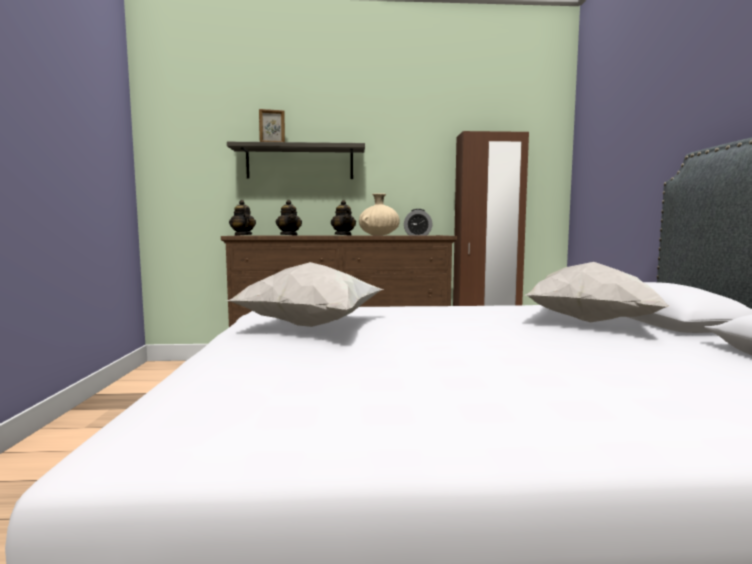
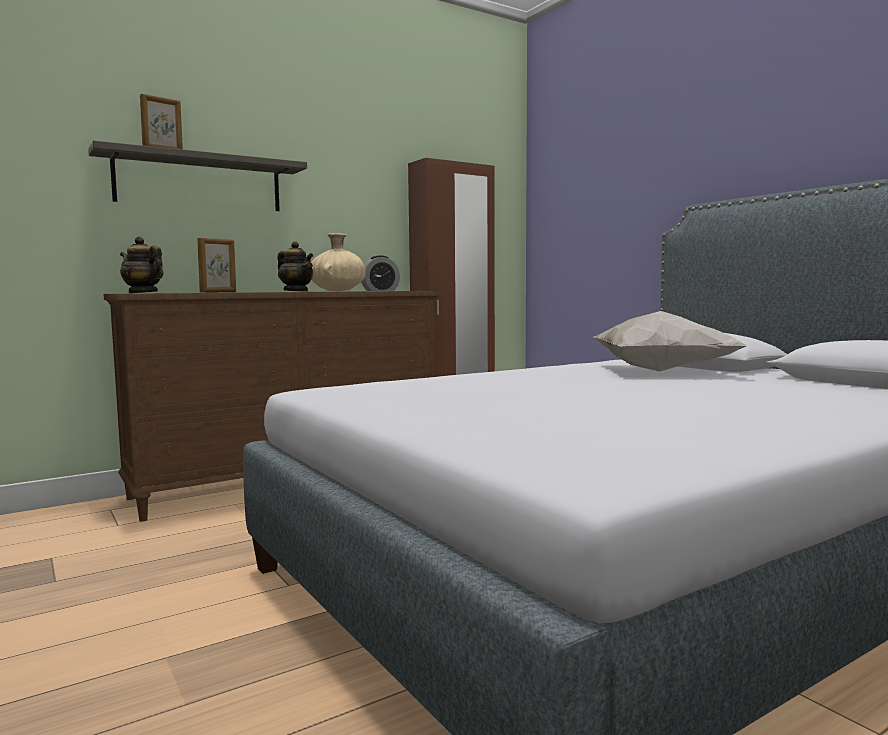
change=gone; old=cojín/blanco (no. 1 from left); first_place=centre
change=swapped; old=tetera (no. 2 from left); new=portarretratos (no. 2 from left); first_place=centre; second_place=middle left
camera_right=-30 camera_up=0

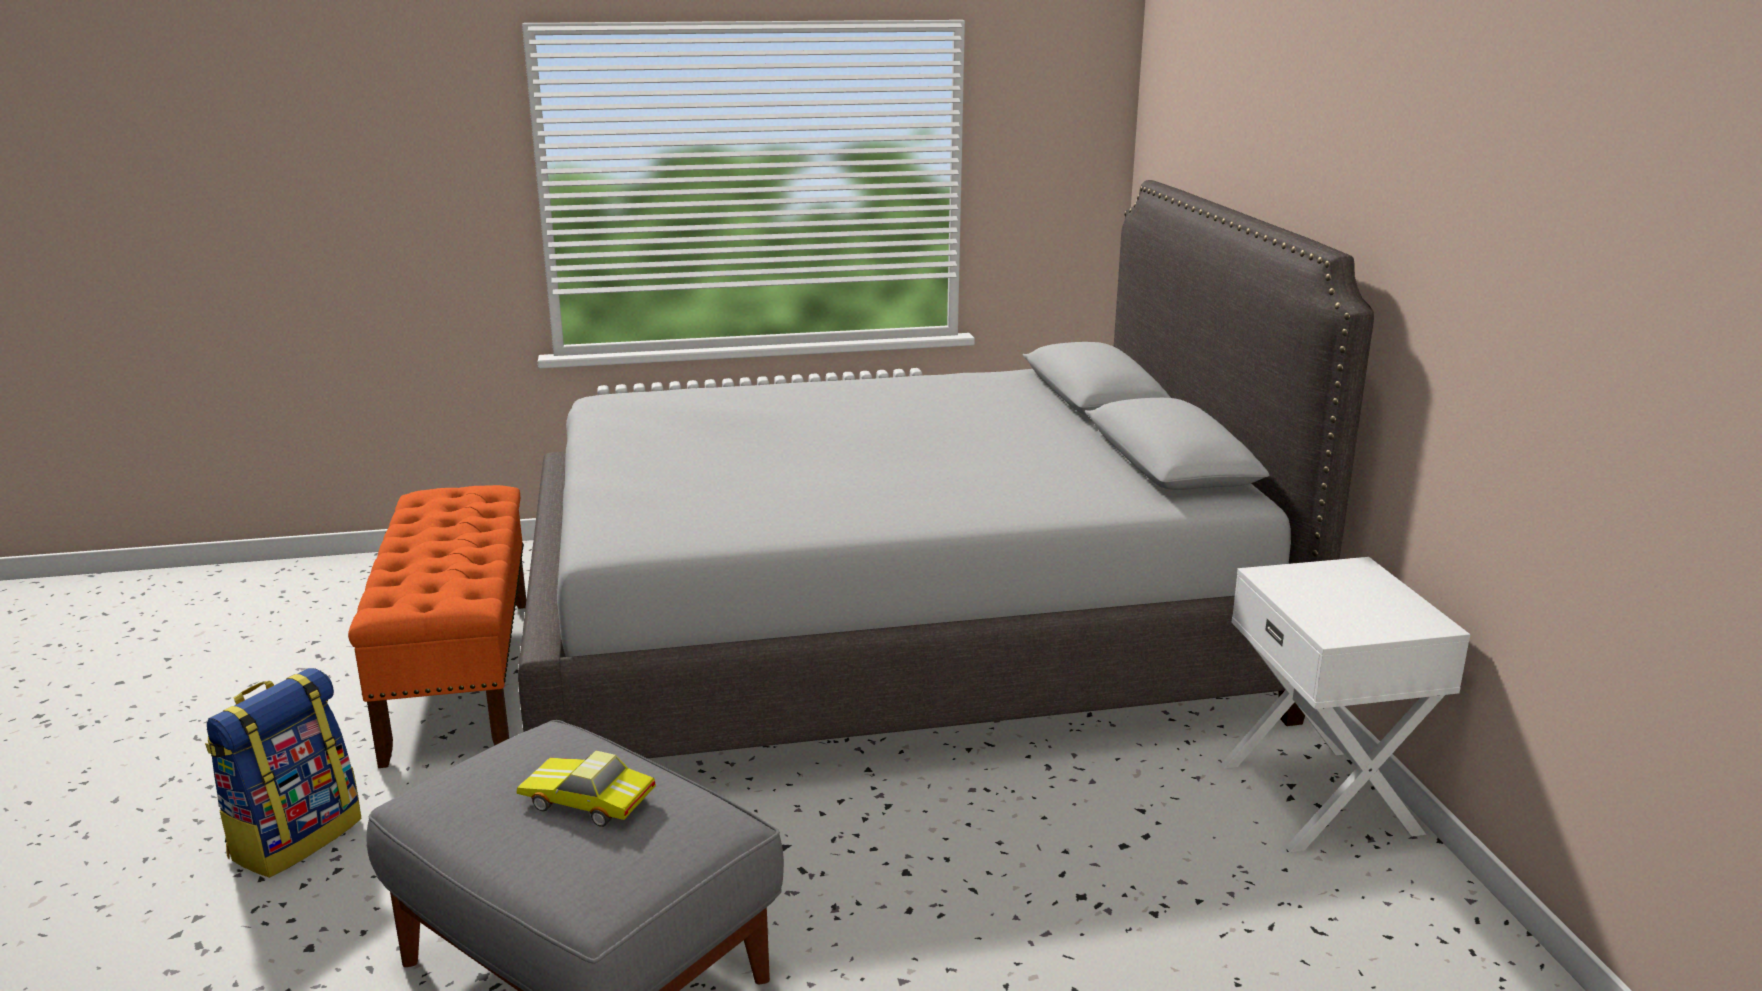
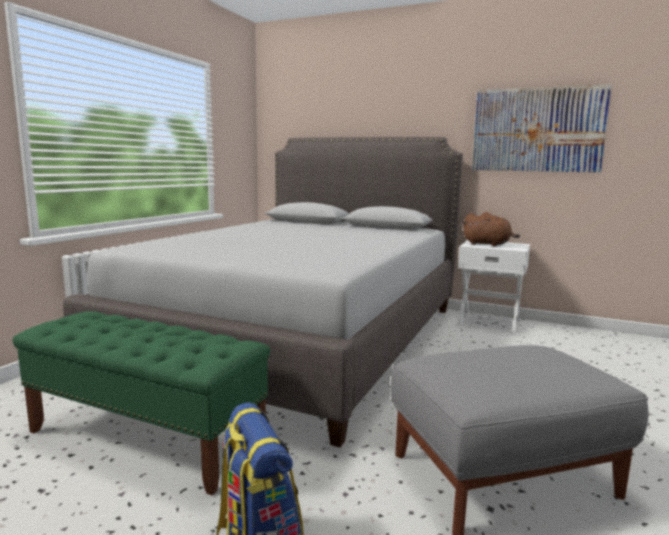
change=gone; old=coche de juguete; first_place=bottom left
change=new; new=peluche/marrón; second_place=middle right
change=new; new=cuadro; second_place=top right
change=repainted; old=banco/naranja; new=banco/verde; first_place=middle left; second_place=bottom left
camera_right=-55 camera_up=-10

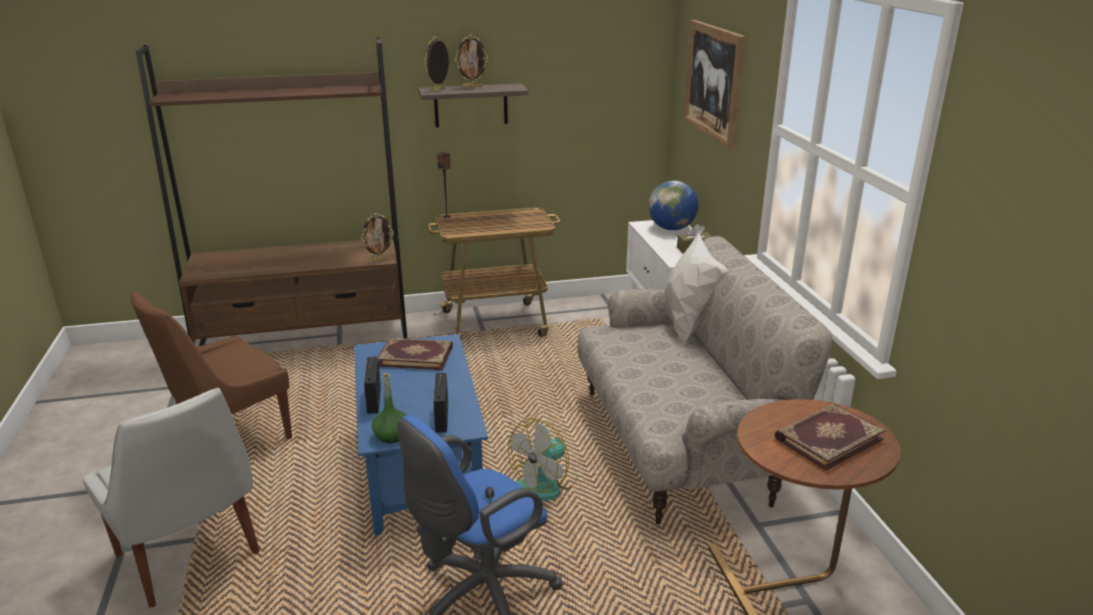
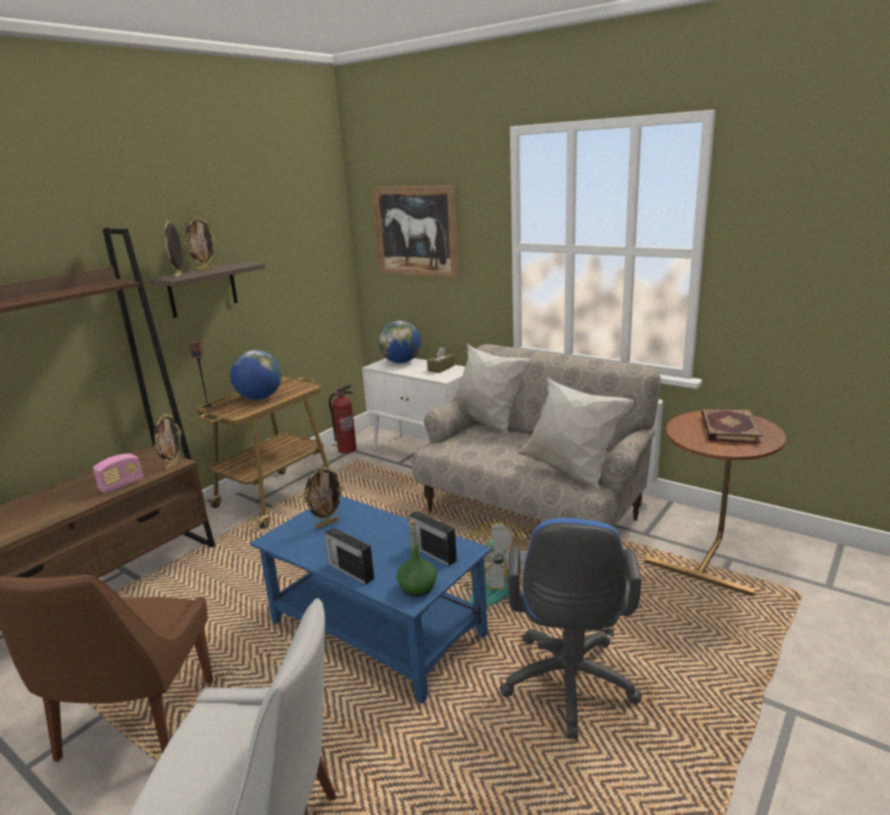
change=new; new=radio (no. 1 from left); second_place=middle left
change=new; new=globo terráqueo (no. 1 from left); second_place=middle left
change=new; new=extintor; second_place=centre
change=new; new=cojín/blanco (no. 2 from left); second_place=centre
change=swapped; old=libro (no. 1 from left); new=portarretratos (no. 4 from left); first_place=centre; second_place=centre
camera_right=-40 camera_up=-5

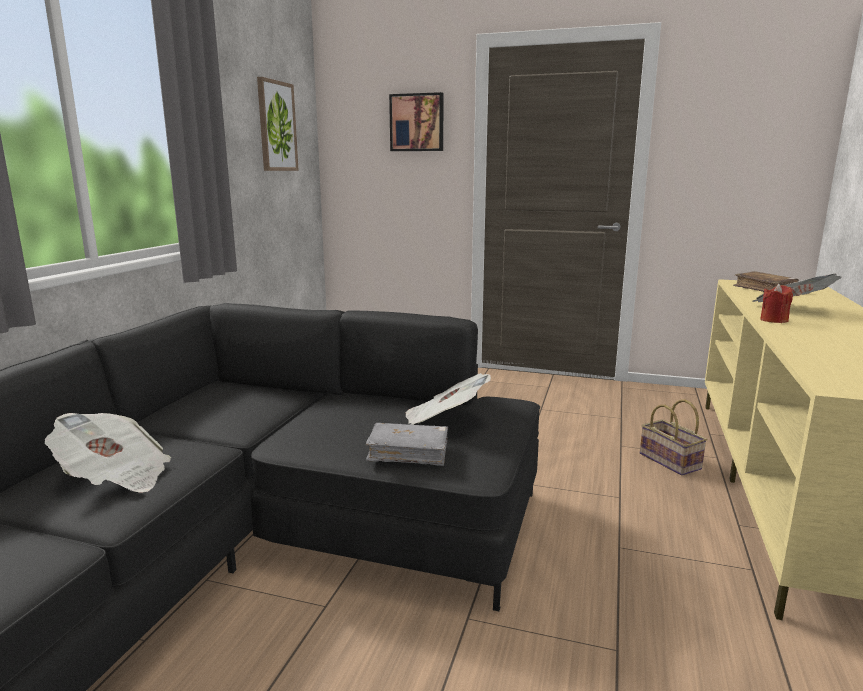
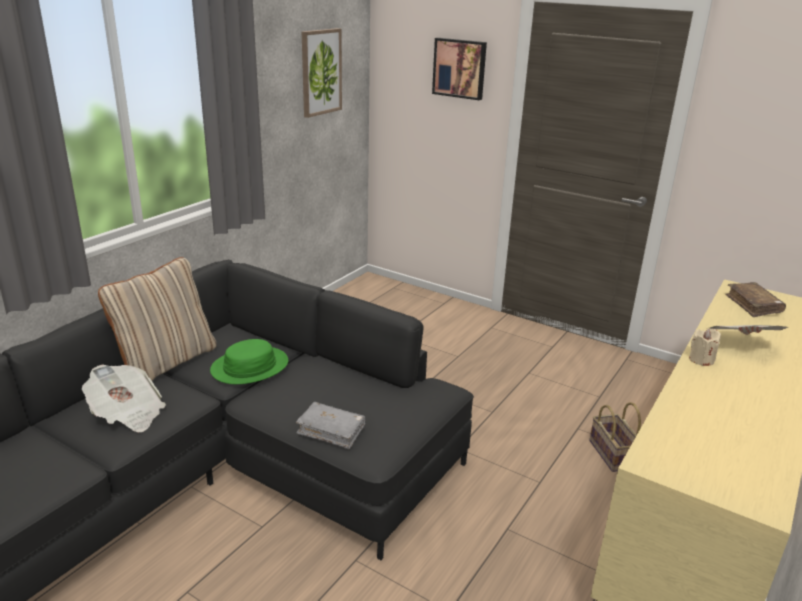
change=gone; old=periódico (no. 2 from left); first_place=centre
change=new; new=cojín/beis; second_place=middle left
change=new; new=sombrero/verde; second_place=middle left
change=repainted; old=vela/rojo; new=vela/beis; first_place=middle right; second_place=middle right
camera_right=15 camera_up=10

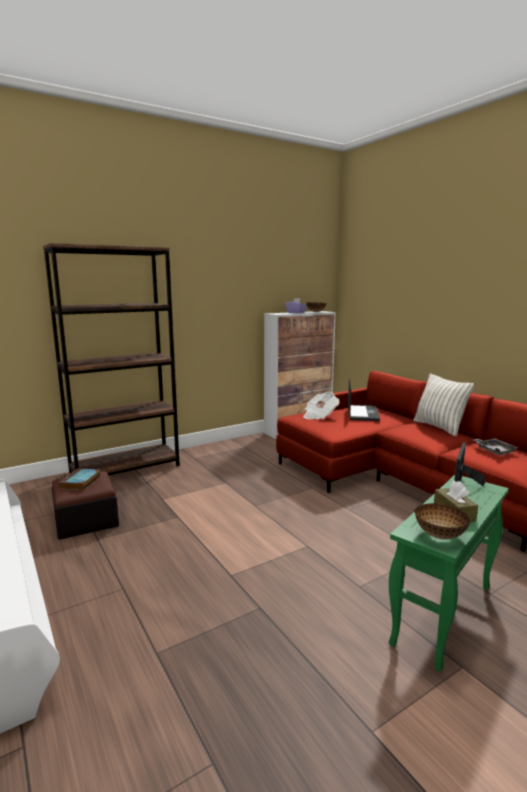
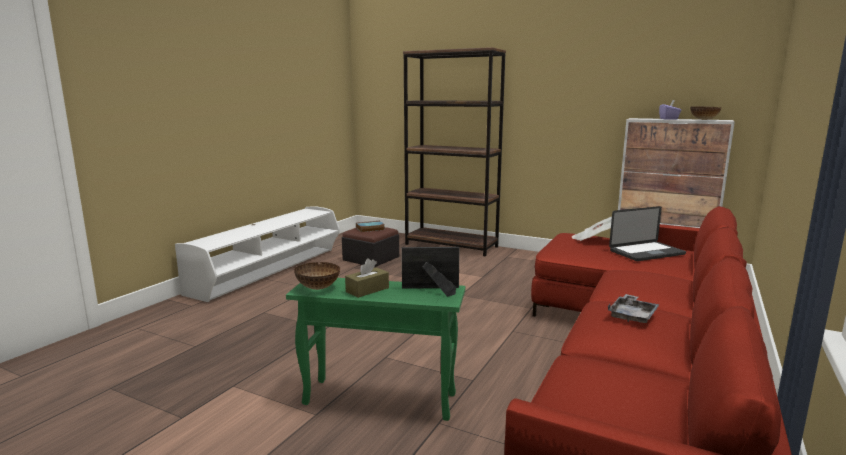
change=gone; old=cojín; first_place=middle right
camera_right=60 camera_up=0

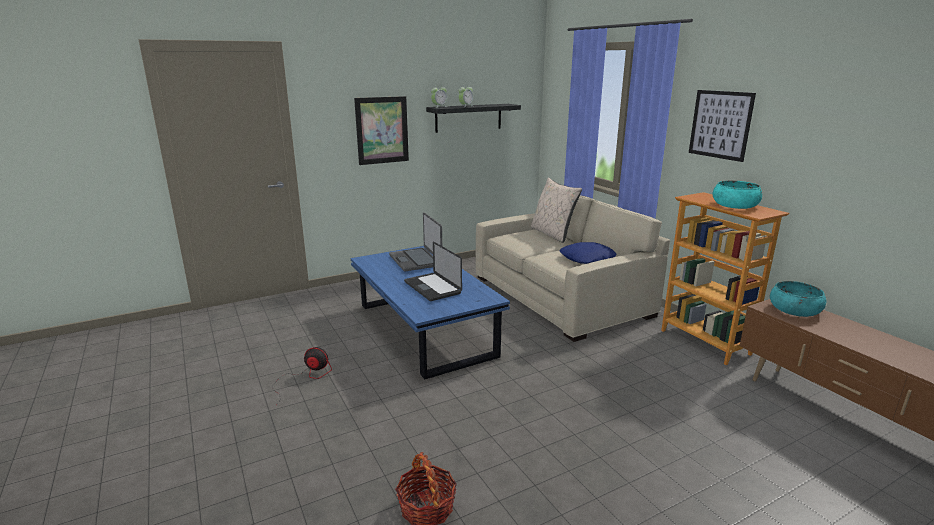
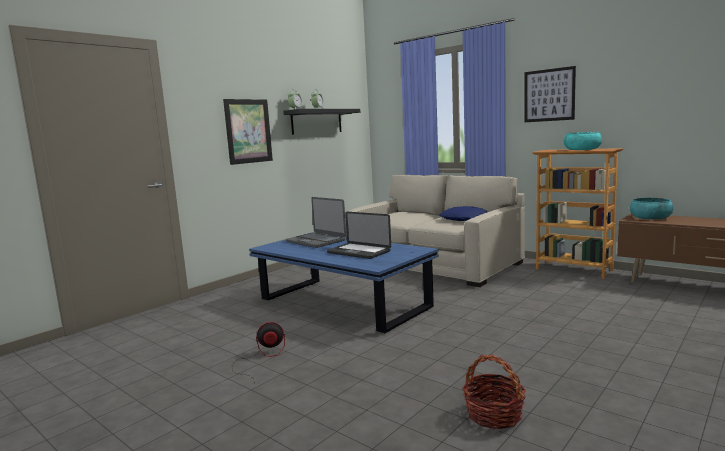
change=gone; old=cojín/beis; first_place=centre
camera_right=-20 camera_up=-10

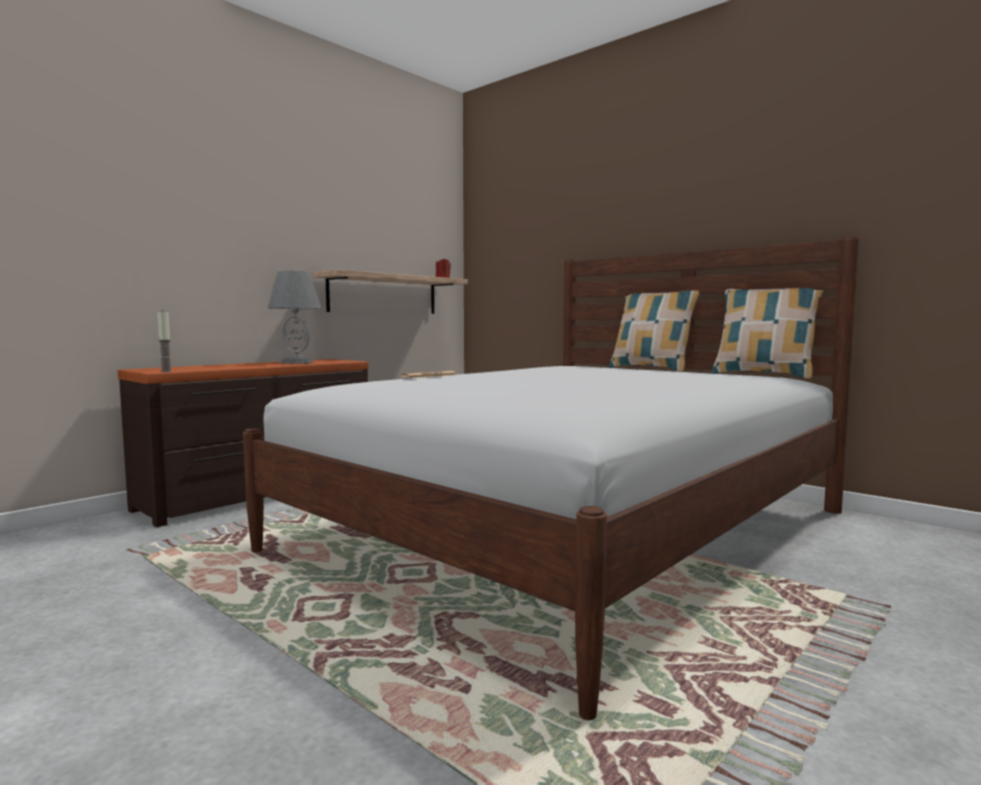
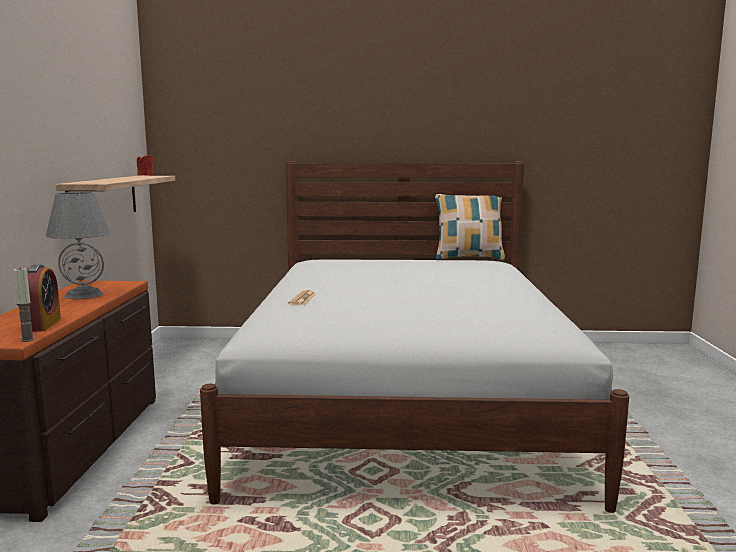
change=gone; old=cojín (no. 1 from left); first_place=middle right
change=new; new=despertador; second_place=middle left
camera_right=-40 camera_up=5

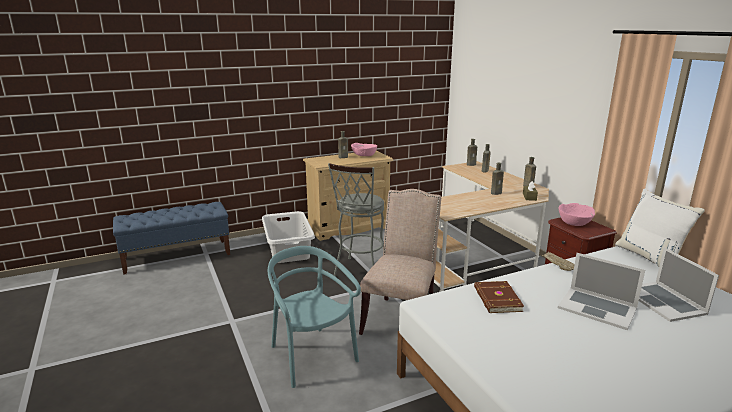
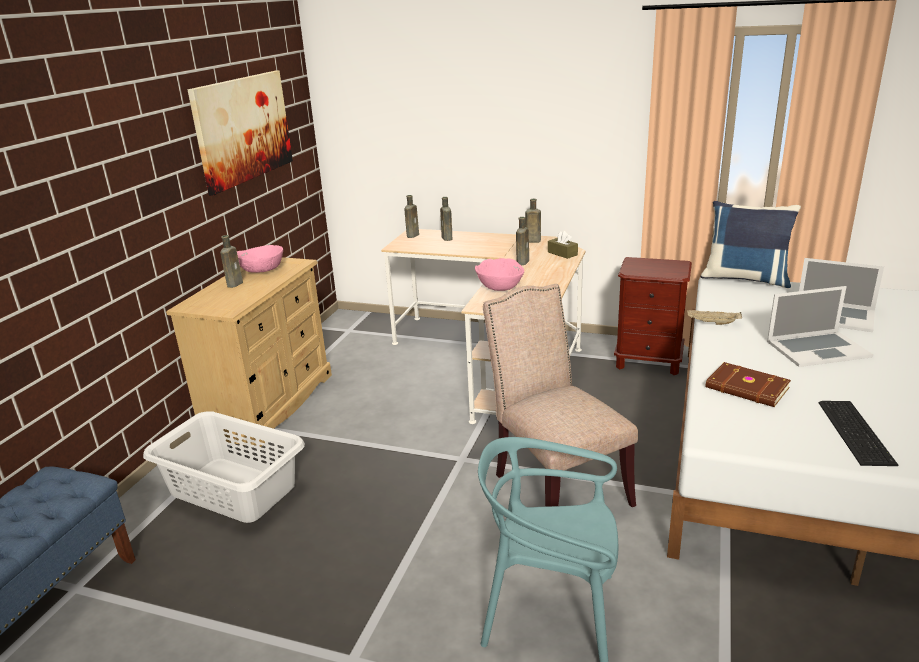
change=gone; old=taburete/gris; first_place=centre
change=new; new=cuadro; second_place=top left
change=new; new=teclado; second_place=middle right
change=shifted; old=cuenco/rosa (no. 2 from left); first_place=middle right; second_place=centre
change=repainted; old=cojín/blanco; new=cojín/azul; first_place=middle right; second_place=middle right
camera_right=-45 camera_up=5

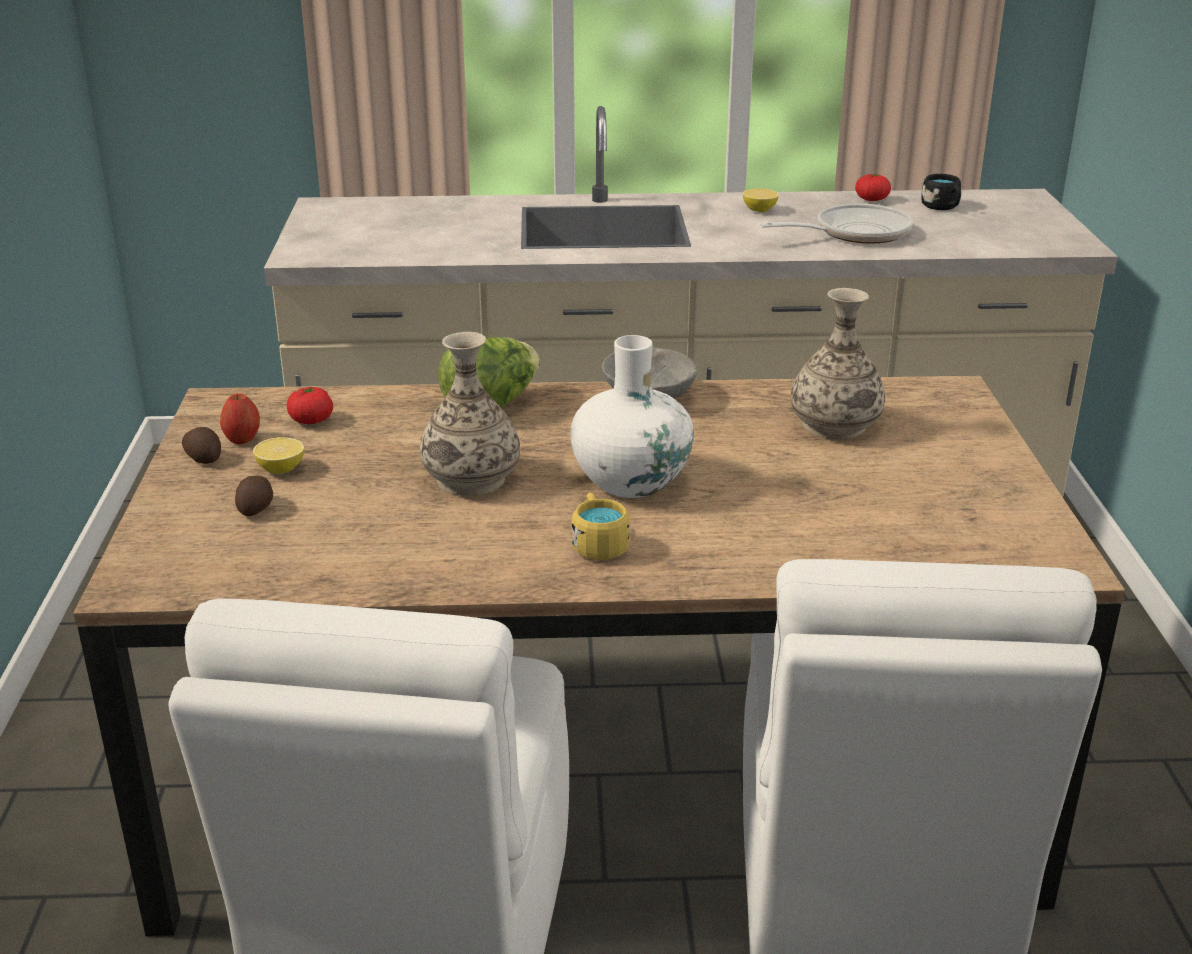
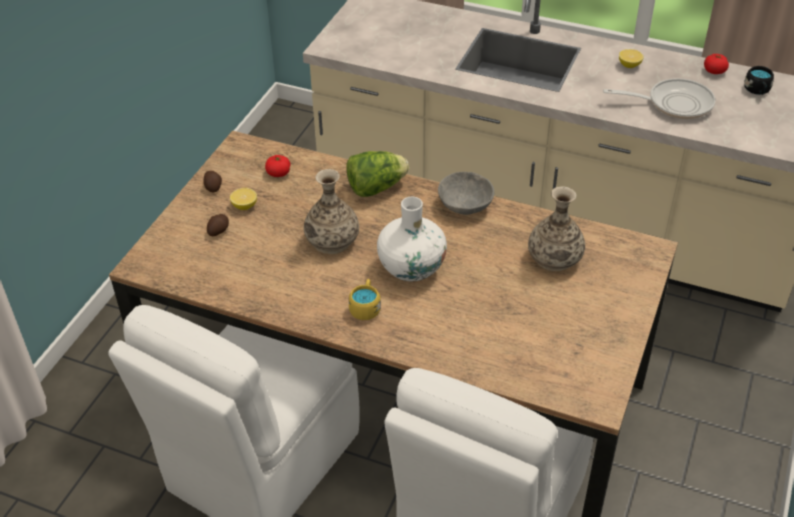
change=gone; old=manzana; first_place=middle left
camera_right=25 camera_up=15

